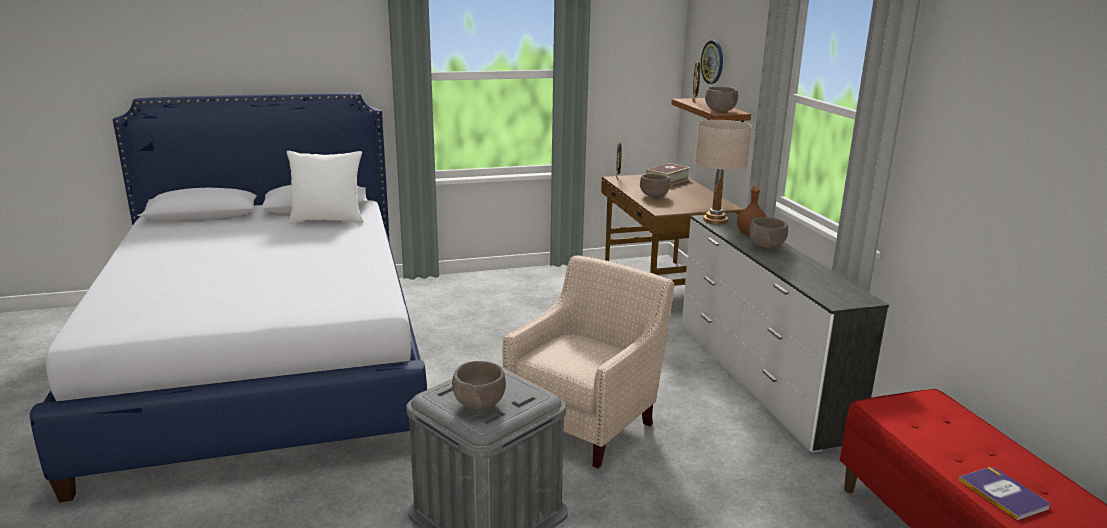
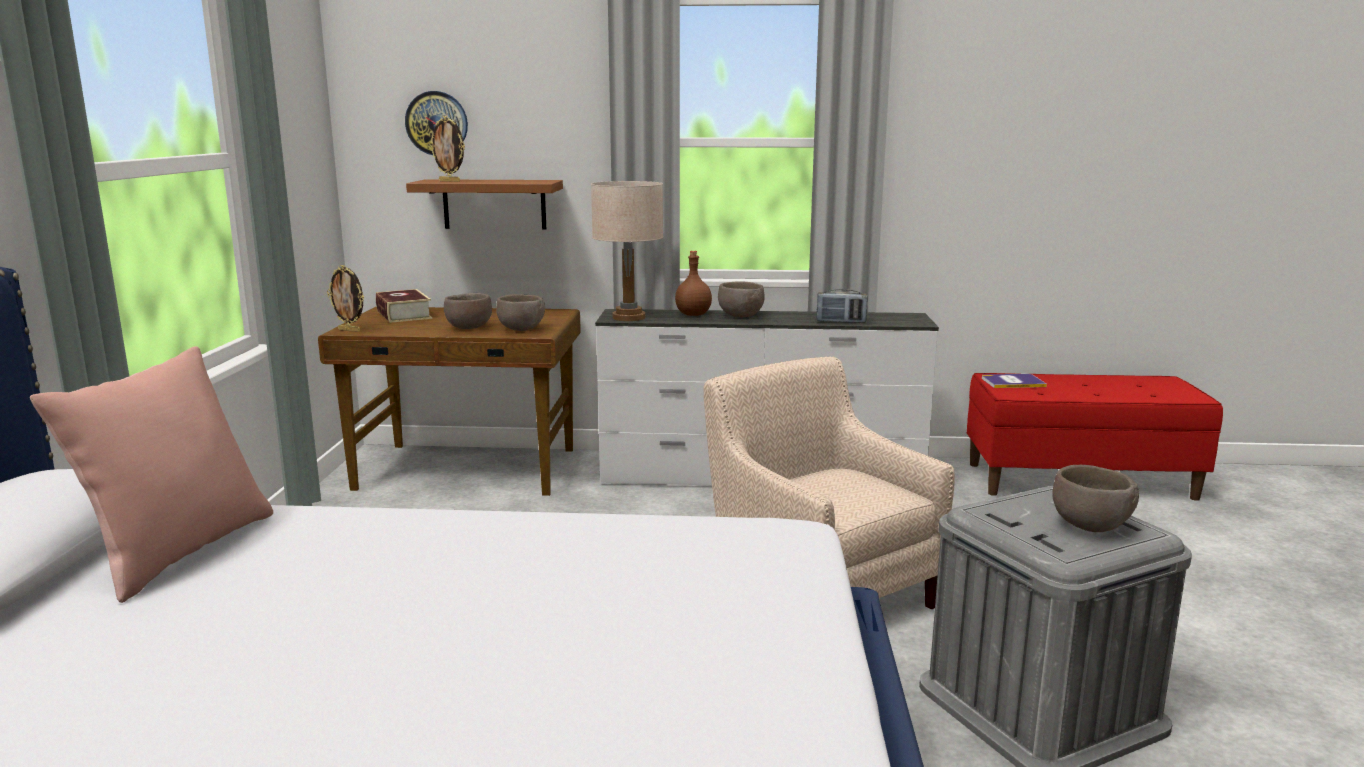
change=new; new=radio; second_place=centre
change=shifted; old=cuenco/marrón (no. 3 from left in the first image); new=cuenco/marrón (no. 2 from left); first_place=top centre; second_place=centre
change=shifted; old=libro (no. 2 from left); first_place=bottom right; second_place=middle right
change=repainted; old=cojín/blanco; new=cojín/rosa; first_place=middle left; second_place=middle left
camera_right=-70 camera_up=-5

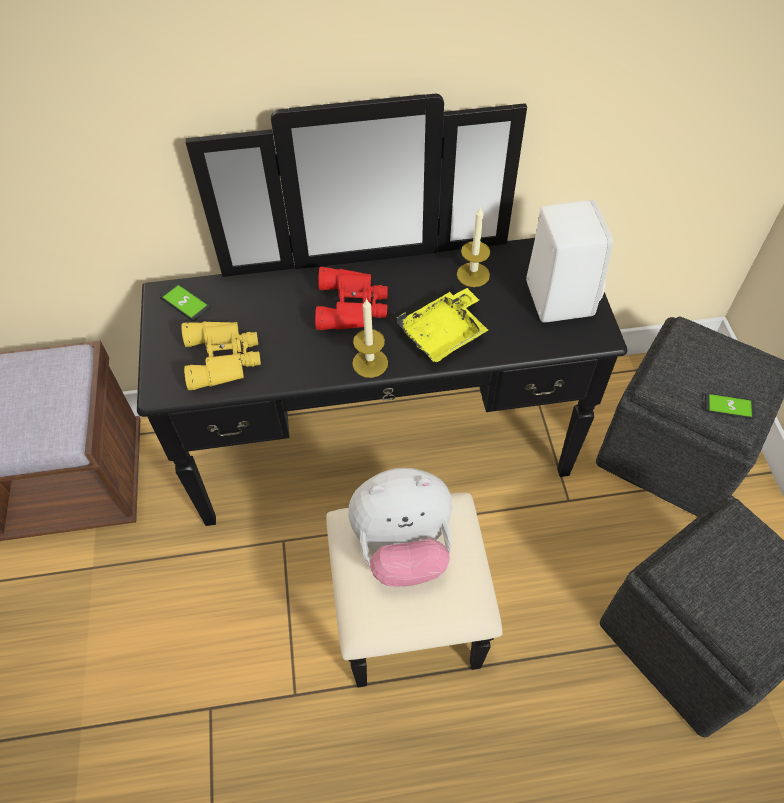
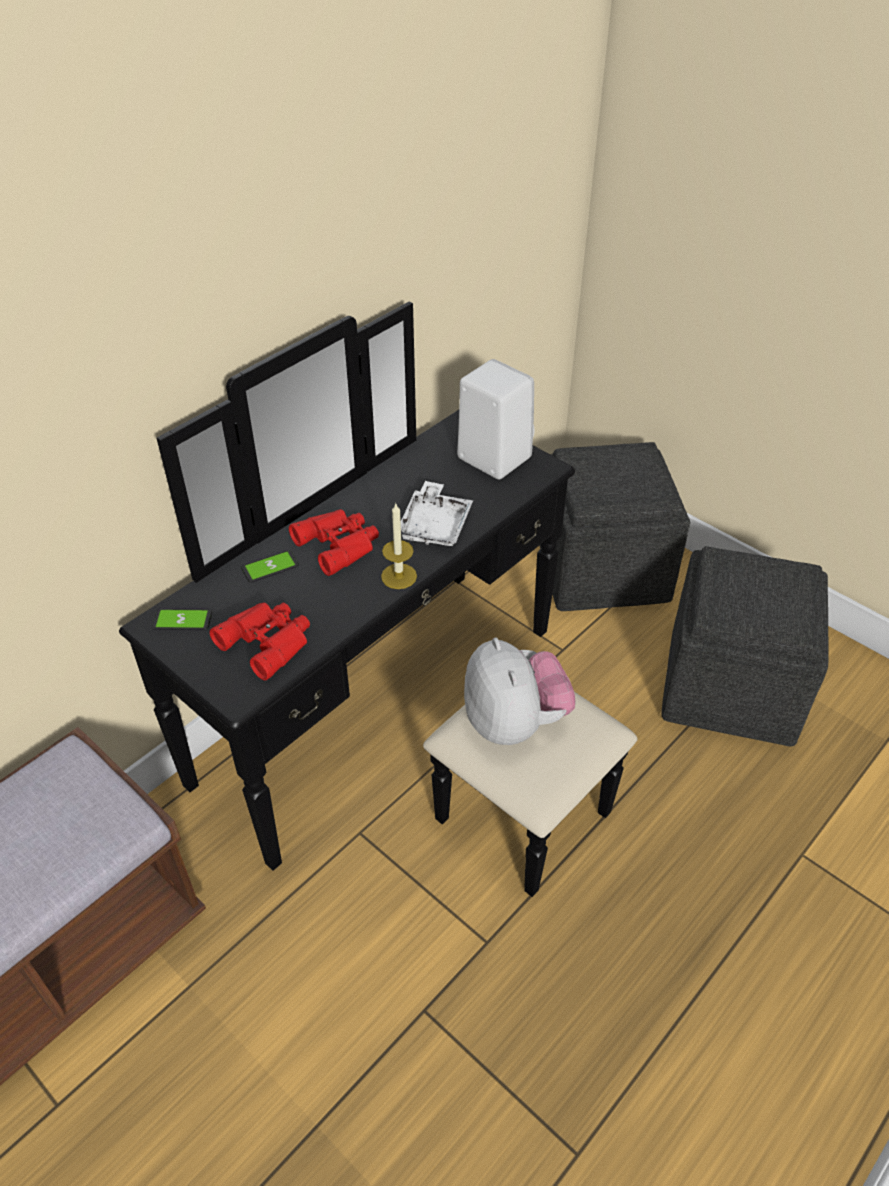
change=gone; old=vela (no. 2 from left); first_place=top centre
change=shifted; old=móvil (no. 2 from left); first_place=middle right; second_place=middle left
change=repainted; old=prismáticos/amarillo; new=prismáticos/rojo (no. 1 from left); first_place=middle left; second_place=middle left
change=repainted; old=bandeja/amarillo; new=bandeja/blanco; first_place=centre; second_place=centre
change=rotated; old=peluche; first_place=centre; second_place=centre; degrees=-60
camera_right=-40 camera_up=-10

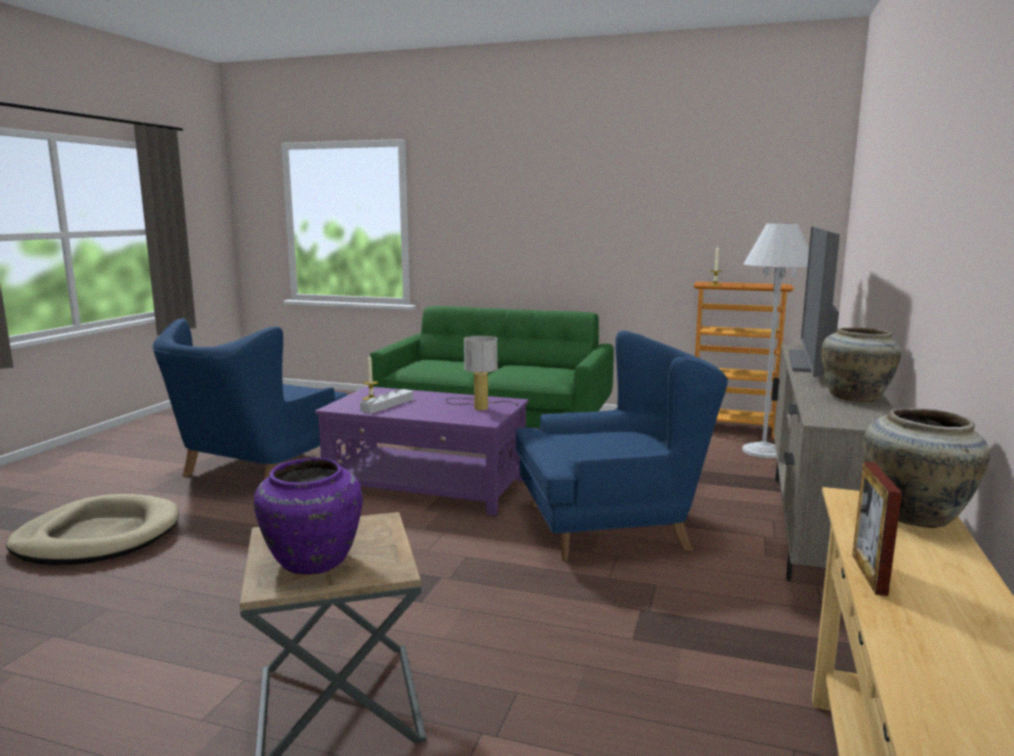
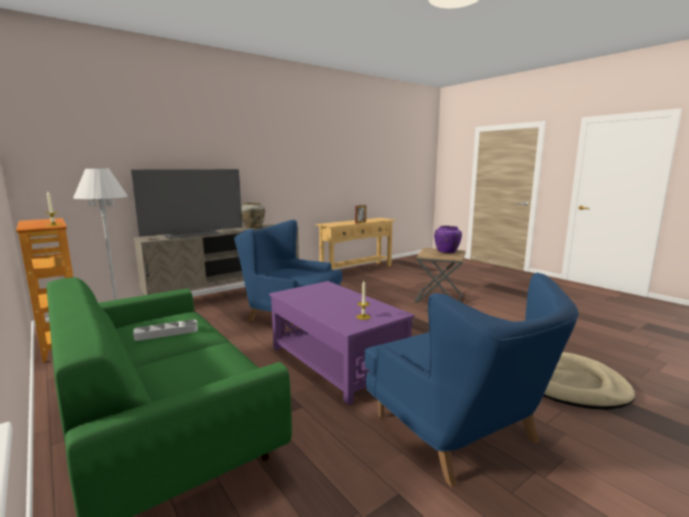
change=gone; old=lámpara de mesa; first_place=centre
change=gone; old=florero/beis (no. 2 from left); first_place=middle right
change=shifted; old=bandeja/gris; first_place=centre; second_place=middle left
change=rotated; old=sillón/azul (no. 1 from left in the first image); first_place=middle left; second_place=bottom right; degrees=90
camera_right=-145 camera_up=0

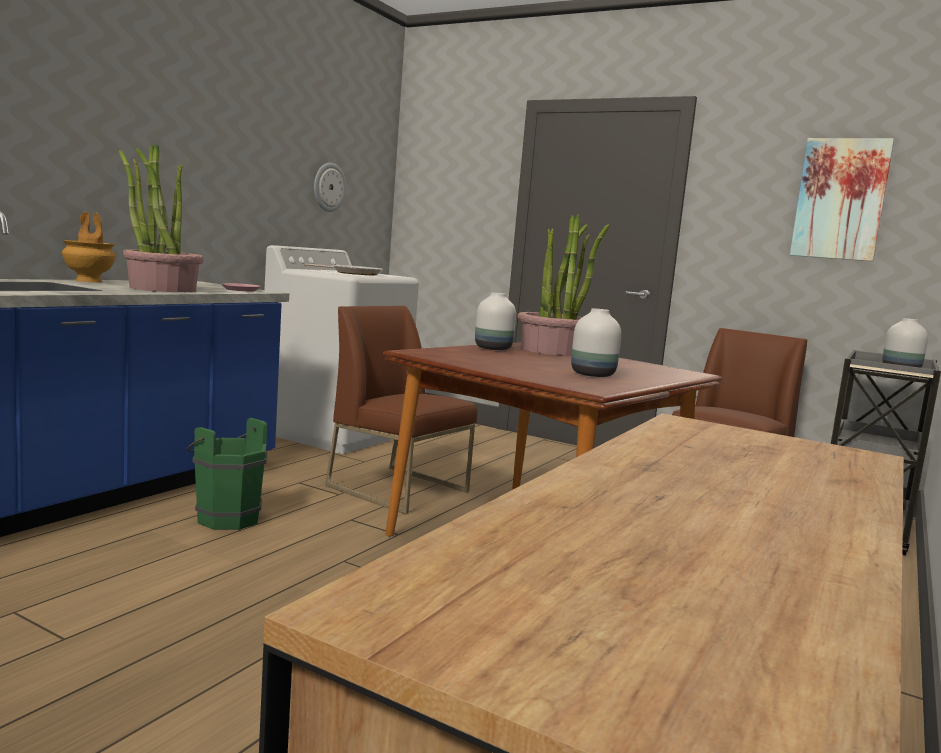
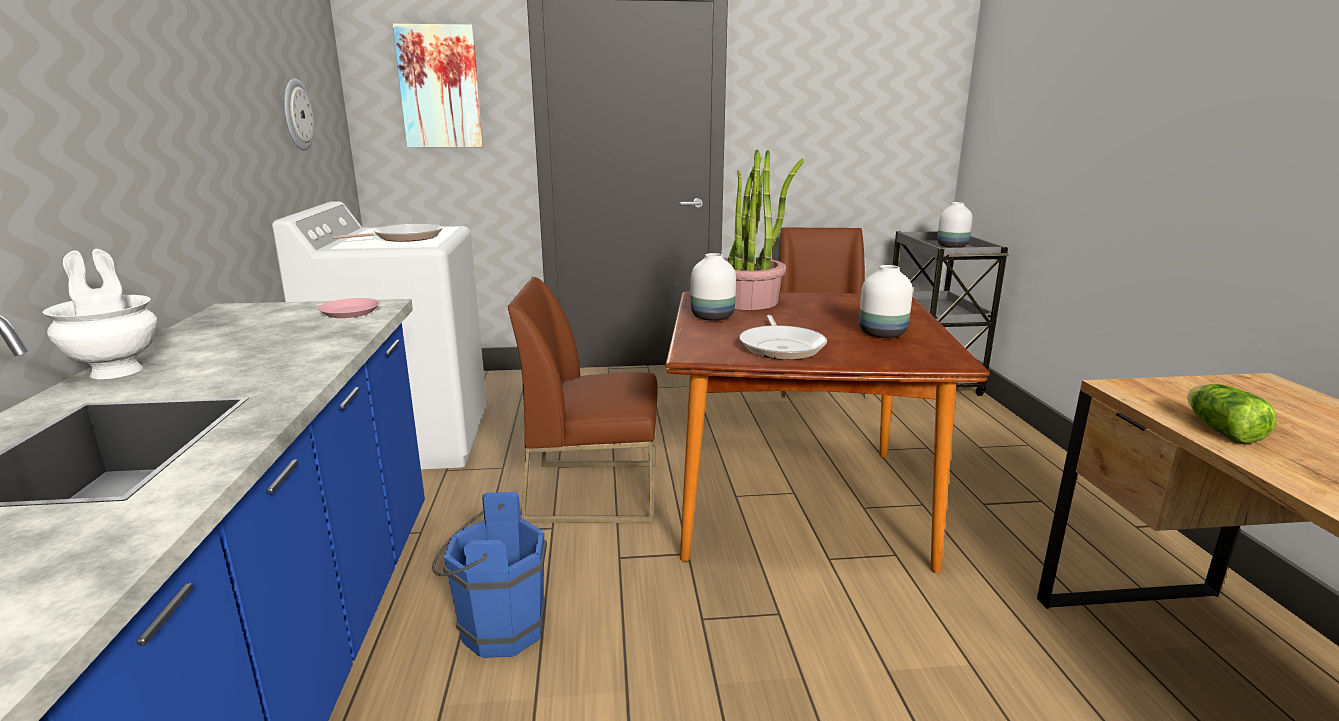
change=gone; old=planta en maceta (no. 1 from left); first_place=top left
change=new; new=sartén (no. 2 from left); second_place=centre
change=new; new=lechuga; second_place=middle right
change=shifted; old=cuadro; first_place=top right; second_place=top left
change=repainted; old=florero/marrón; new=florero/blanco (no. 1 from left); first_place=top left; second_place=middle left
change=repainted; old=cubo/verde; new=cubo/azul; first_place=middle left; second_place=bottom centre
camera_right=-35 camera_up=10

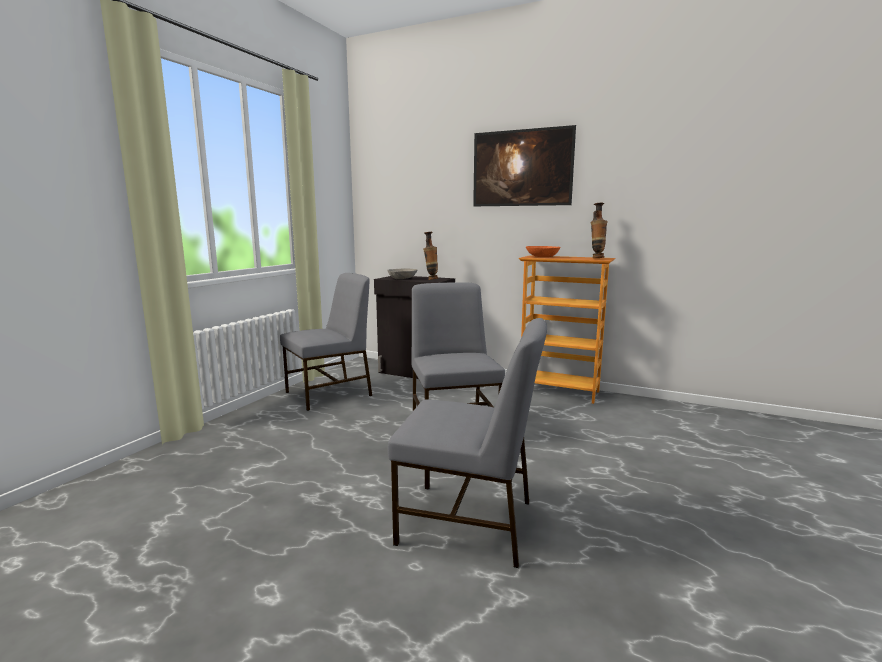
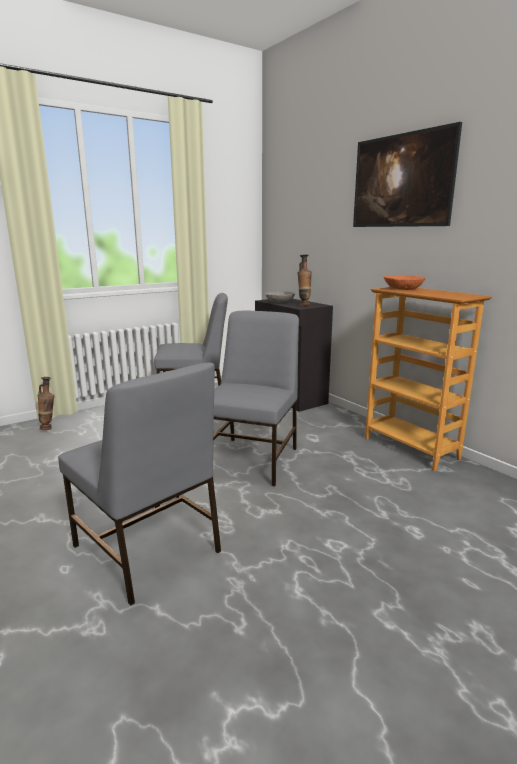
change=shifted; old=florero (no. 2 from left in the first image); new=florero (no. 1 from left); first_place=middle right; second_place=middle left
camera_right=30 camera_up=5

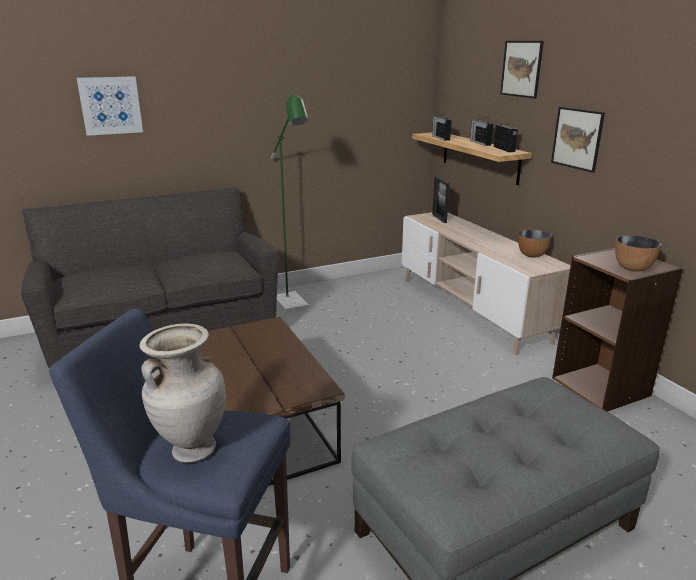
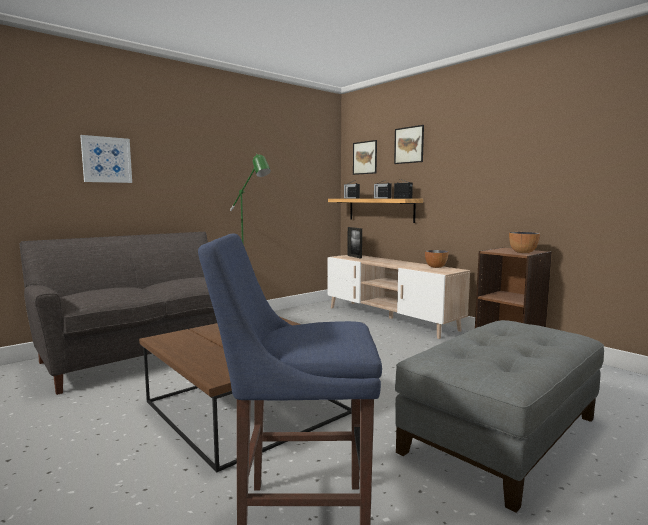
change=gone; old=florero/beis; first_place=bottom left
change=shifted; old=cuadro (no. 3 from left in the first image); new=cuadro (no. 2 from left); first_place=top right; second_place=top centre
camera_right=-15 camera_up=-15

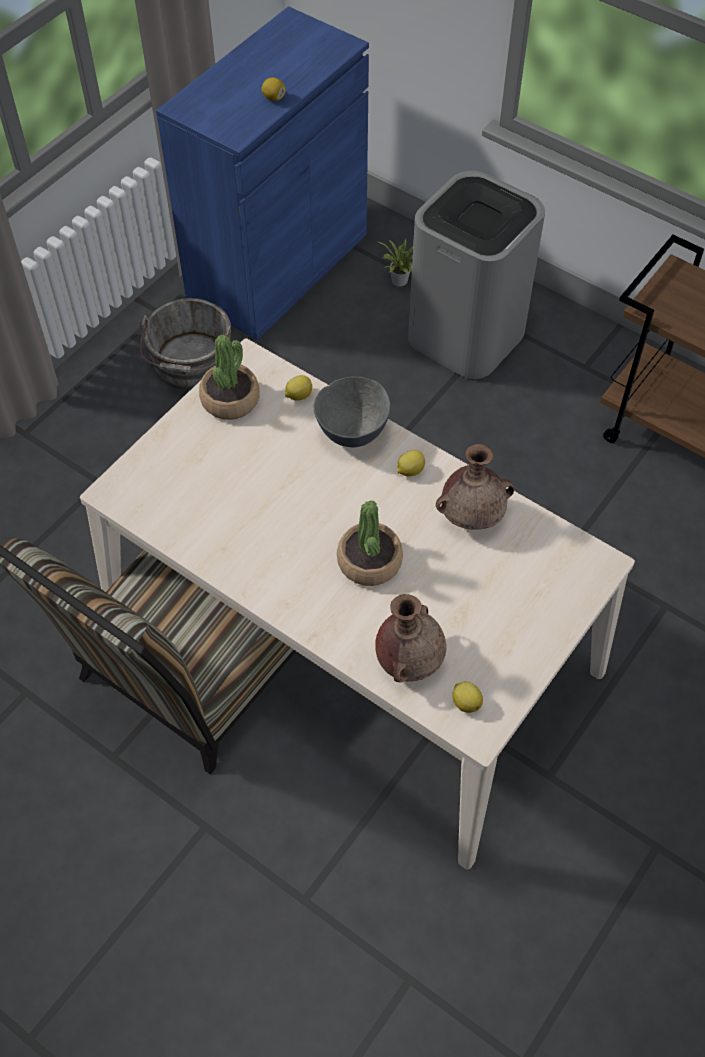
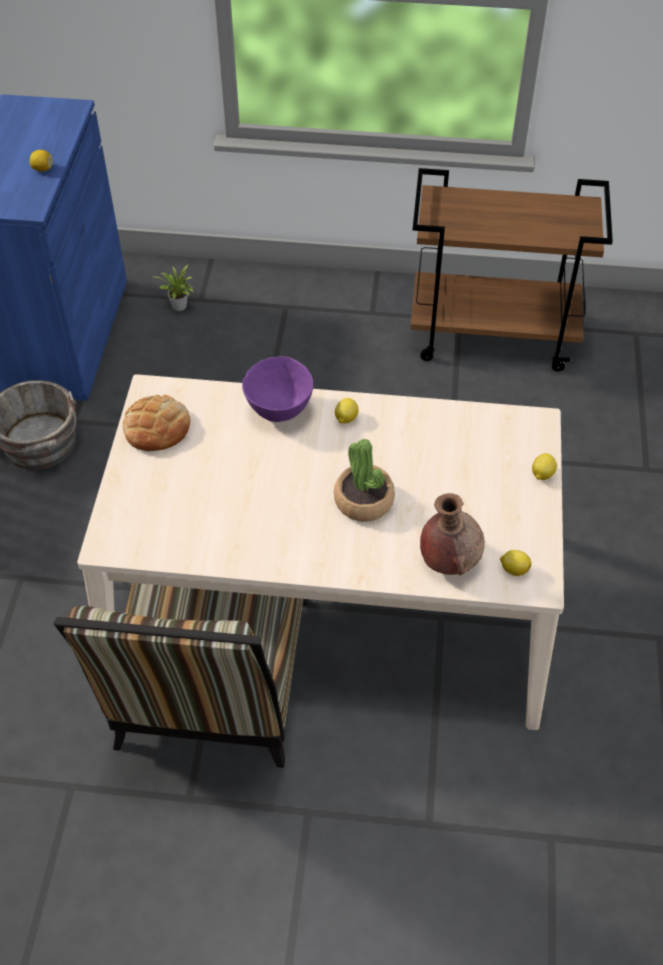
change=gone; old=papelera/gris; first_place=top right
change=gone; old=florero/marrón (no. 2 from left); first_place=middle right
change=shifted; old=limón (no. 2 from left in the first image); new=limón (no. 4 from left); first_place=centre; second_place=middle right
change=swapped; old=planta en maceta (no. 1 from left); new=pan; first_place=middle left; second_place=middle left
change=repainted; old=cuenco/gris; new=cuenco/morado; first_place=centre; second_place=centre
camera_right=-30 camera_up=-5

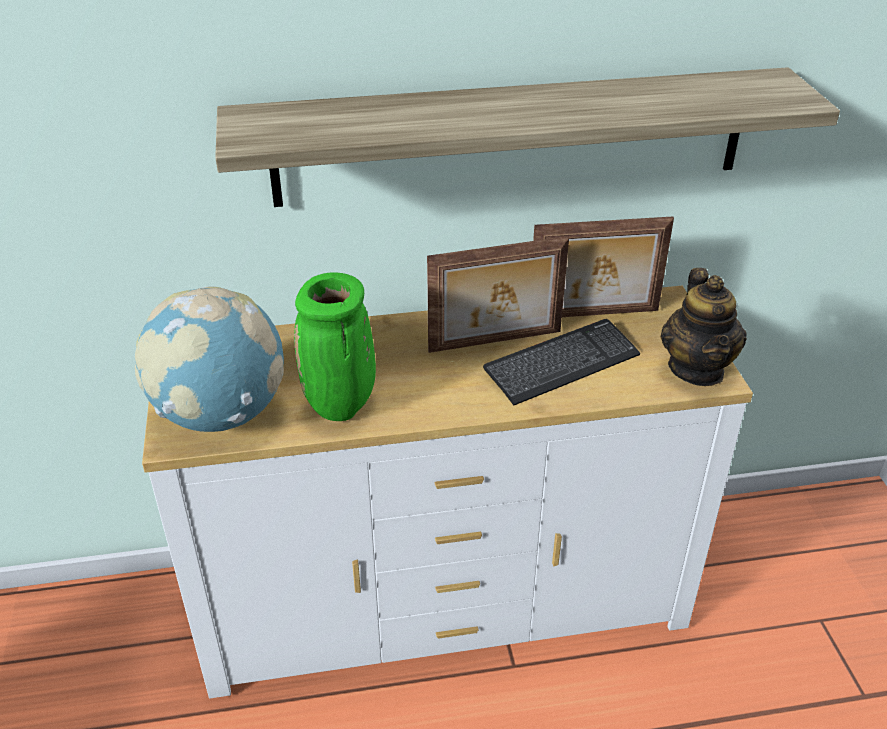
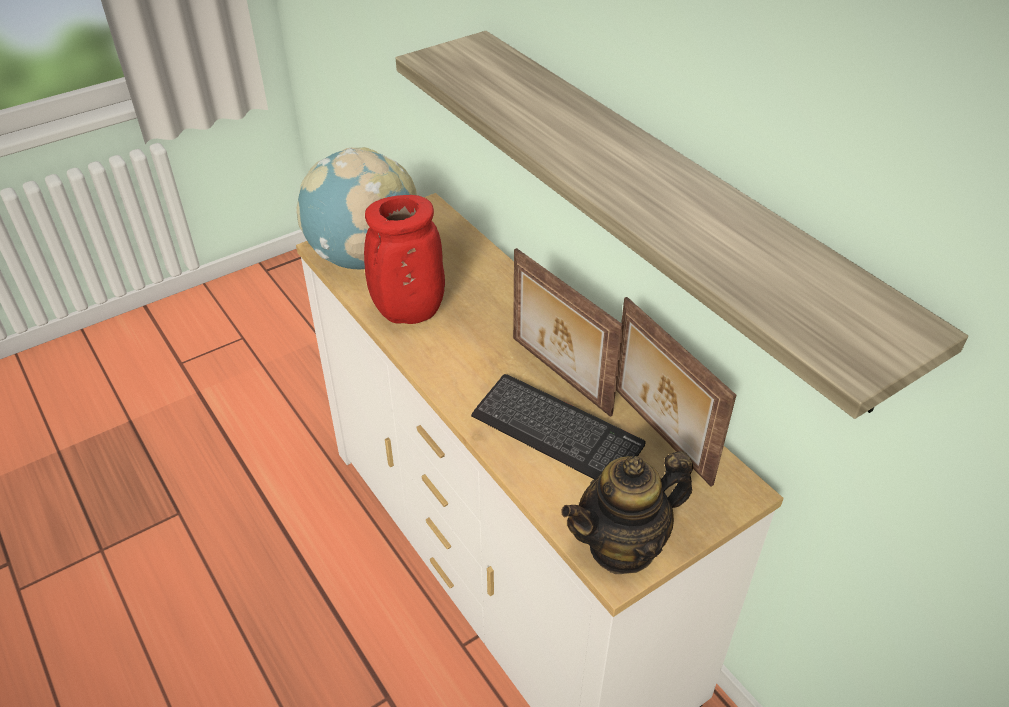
change=repainted; old=florero/verde; new=florero/rojo; first_place=centre; second_place=centre
camera_right=65 camera_up=5

